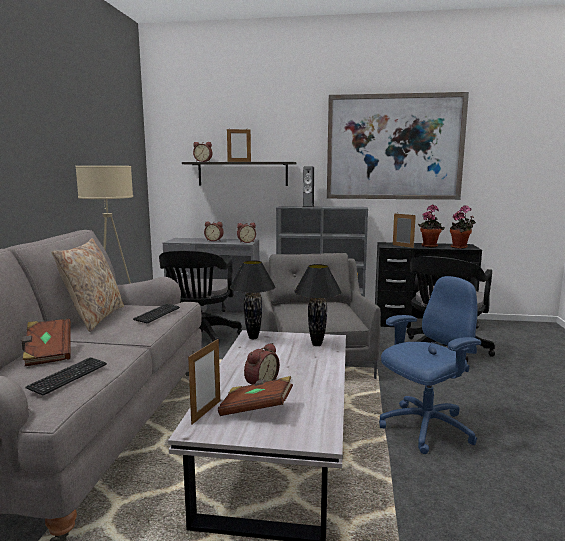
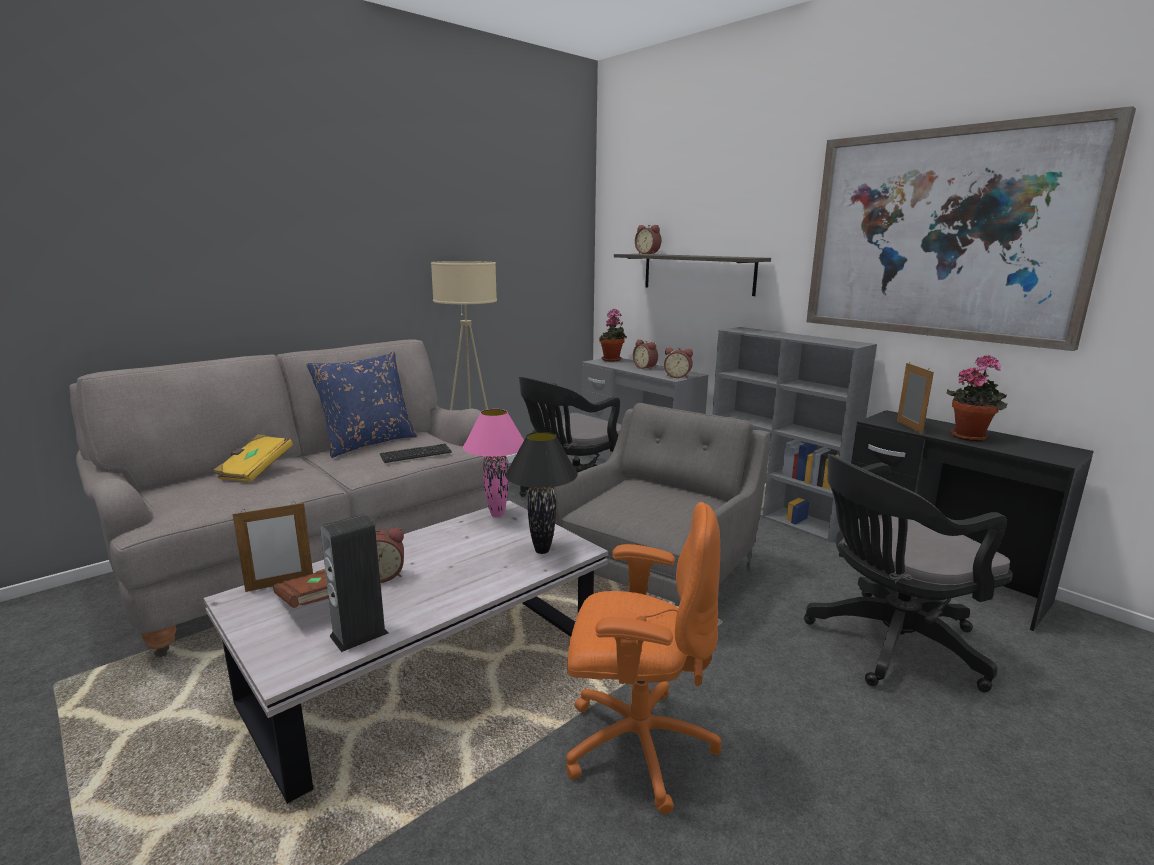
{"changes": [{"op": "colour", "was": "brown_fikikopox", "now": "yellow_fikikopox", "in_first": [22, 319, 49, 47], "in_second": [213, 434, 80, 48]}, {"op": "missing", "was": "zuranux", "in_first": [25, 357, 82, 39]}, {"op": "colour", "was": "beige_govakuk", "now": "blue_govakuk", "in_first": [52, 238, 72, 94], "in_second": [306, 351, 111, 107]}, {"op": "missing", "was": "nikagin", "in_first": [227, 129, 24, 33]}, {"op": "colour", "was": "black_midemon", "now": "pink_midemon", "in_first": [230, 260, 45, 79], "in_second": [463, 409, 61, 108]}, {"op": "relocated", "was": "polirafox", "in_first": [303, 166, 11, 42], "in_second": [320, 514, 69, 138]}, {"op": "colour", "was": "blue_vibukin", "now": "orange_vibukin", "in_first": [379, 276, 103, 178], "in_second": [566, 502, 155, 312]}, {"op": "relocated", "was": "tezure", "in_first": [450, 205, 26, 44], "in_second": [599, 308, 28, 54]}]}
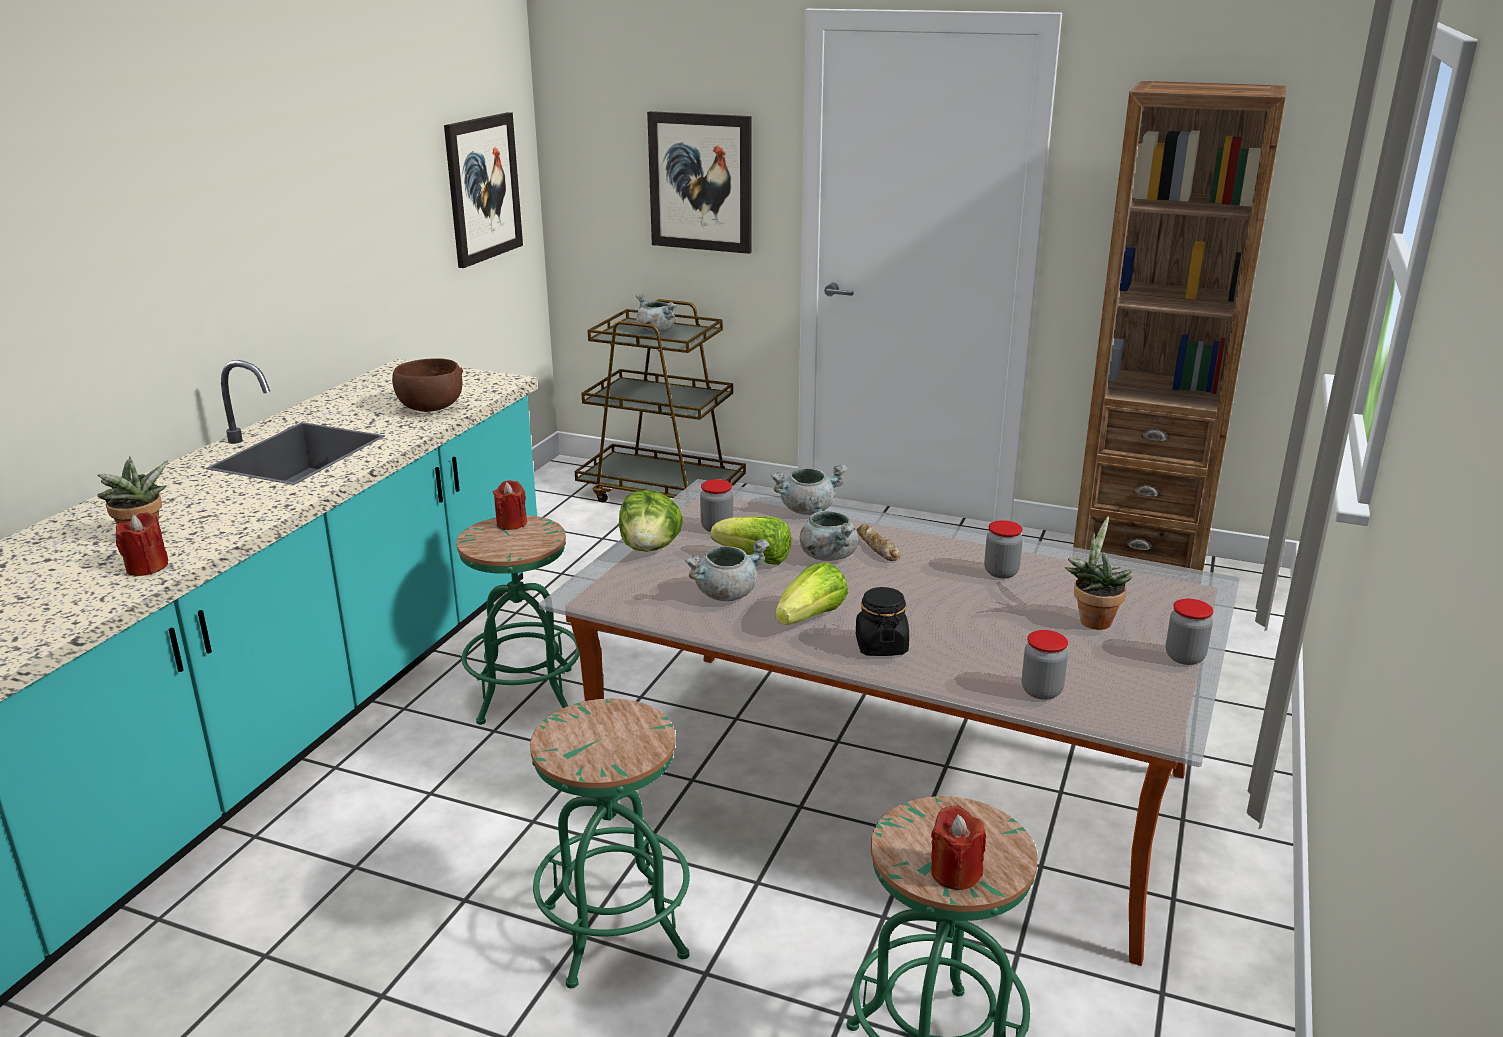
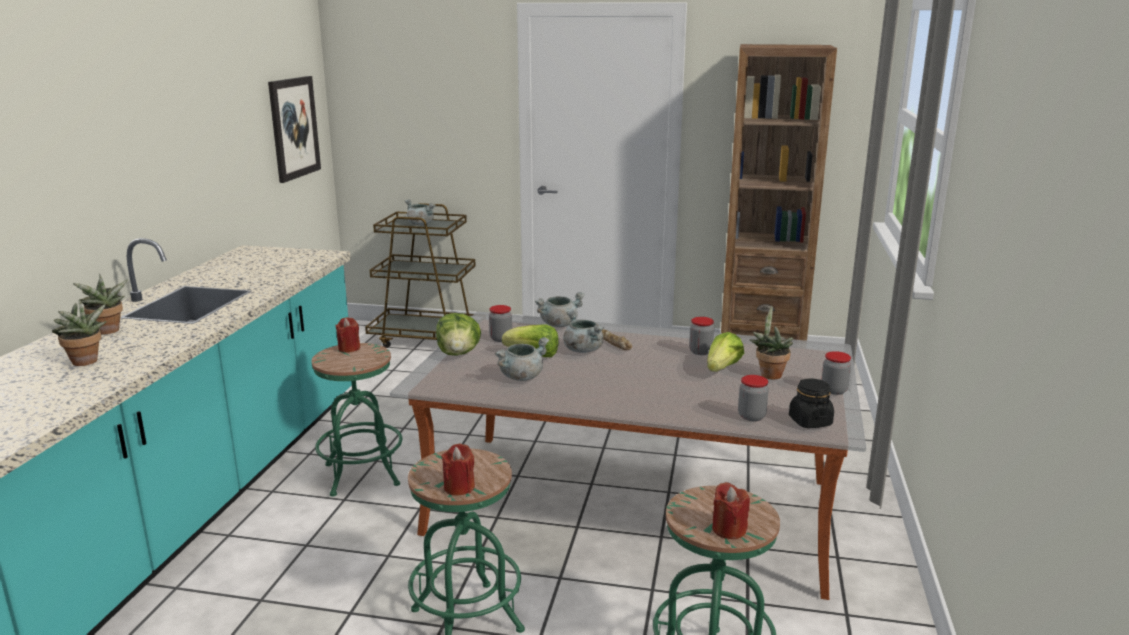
{"changes": [{"op": "relocated", "was": "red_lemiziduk", "in_first": [116, 512, 52, 64], "in_second": [441, 444, 34, 51]}, {"op": "missing", "was": "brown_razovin", "in_first": [392, 358, 71, 54]}, {"op": "missing", "was": "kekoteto", "in_first": [647, 111, 105, 143]}, {"op": "relocated", "was": "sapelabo", "in_first": [775, 562, 73, 63], "in_second": [707, 332, 37, 40]}, {"op": "relocated", "was": "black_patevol", "in_first": [856, 587, 53, 69], "in_second": [789, 378, 45, 50]}, {"op": "appeared", "now": "tezure", "in_second": [73, 274, 55, 60]}]}
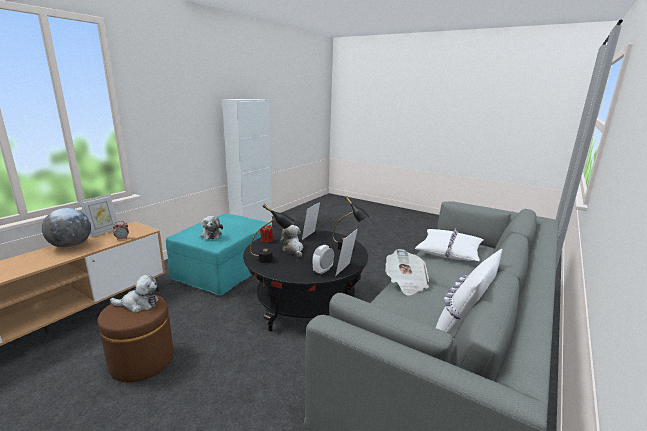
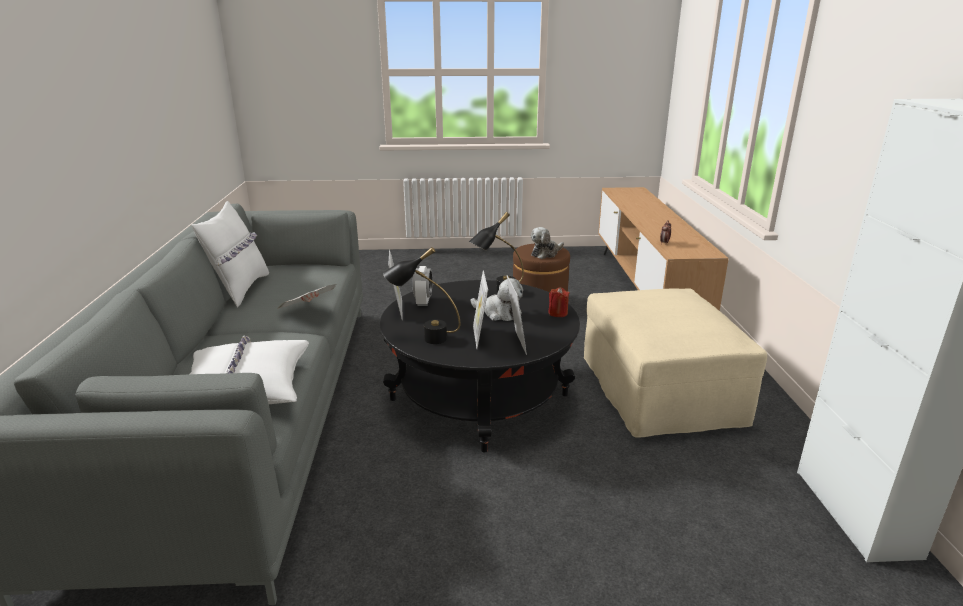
{"changes": [{"op": "missing", "was": "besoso", "in_first": [42, 208, 49, 40]}, {"op": "relocated", "was": "nikagin", "in_first": [80, 194, 39, 43], "in_second": [473, 270, 15, 79]}, {"op": "colour", "was": "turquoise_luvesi", "now": "beige_luvesi", "in_first": [166, 213, 107, 82], "in_second": [584, 288, 183, 150]}, {"op": "missing", "was": "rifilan", "in_first": [200, 216, 23, 24]}]}
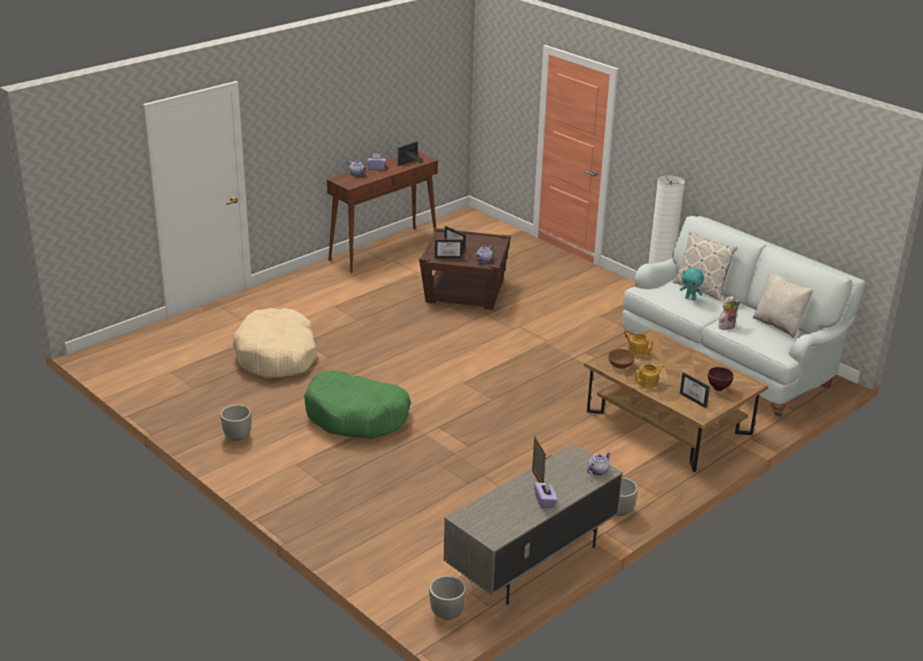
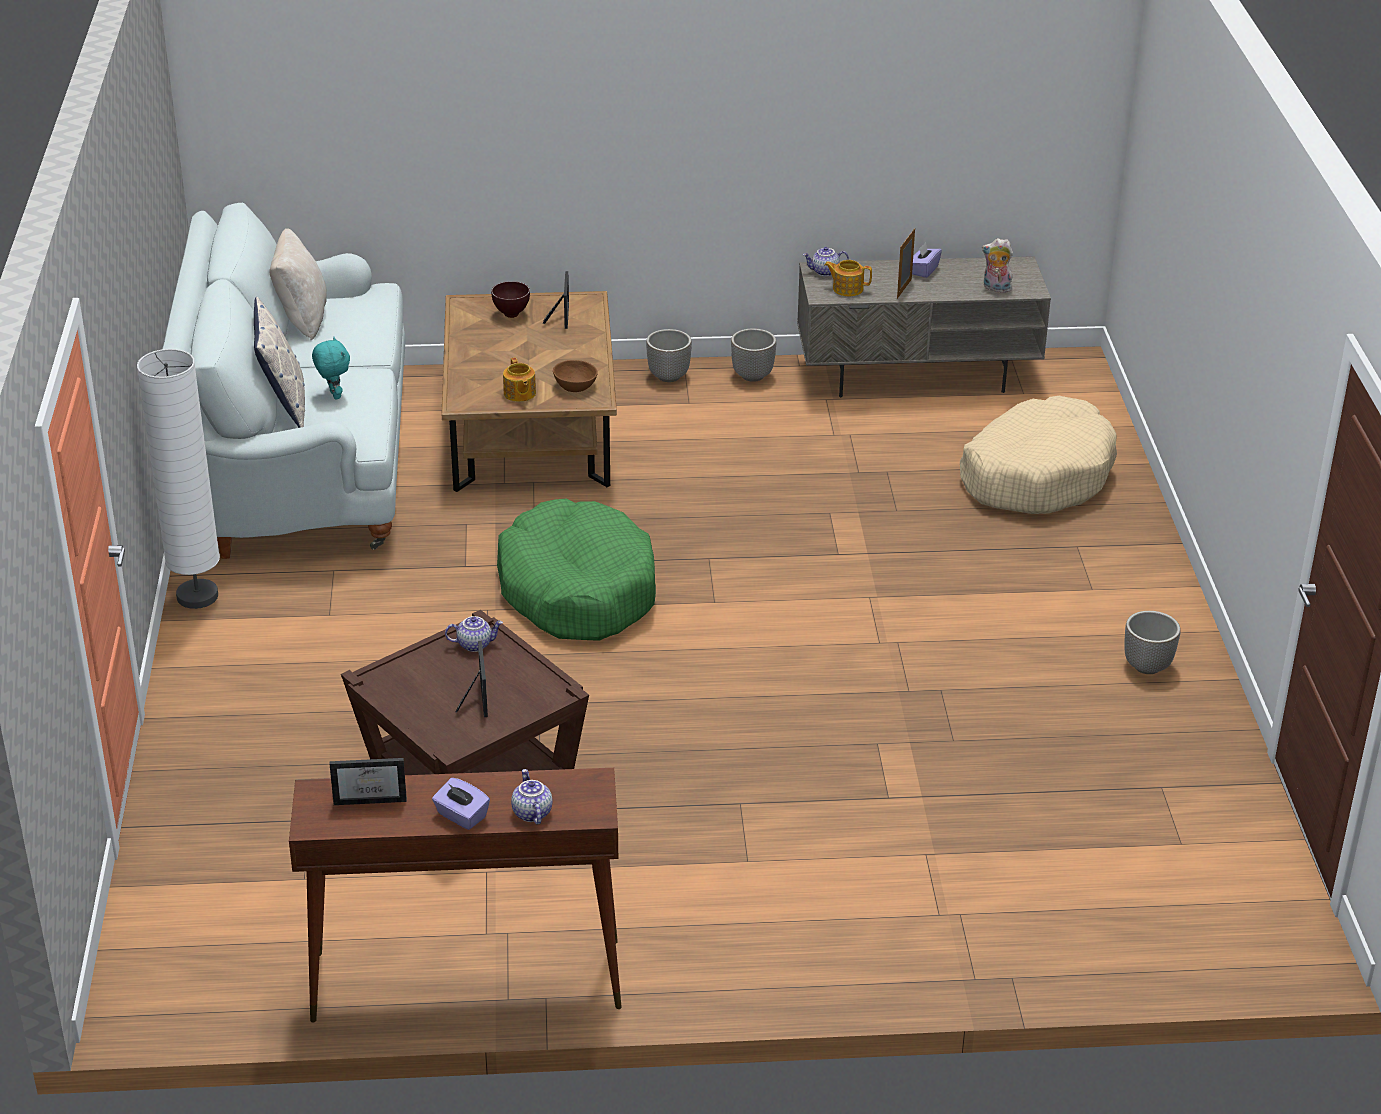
{"changes": [{"op": "relocated", "was": "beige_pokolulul", "in_first": [233, 308, 84, 70], "in_second": [960, 396, 157, 118]}, {"op": "relocated", "was": "green_pokolulul", "in_first": [304, 371, 107, 68], "in_second": [497, 499, 159, 142]}, {"op": "relocated", "was": "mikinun", "in_first": [429, 576, 37, 44], "in_second": [646, 329, 46, 53]}, {"op": "missing", "was": "nikagin", "in_first": [435, 239, 28, 20]}, {"op": "relocated", "was": "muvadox", "in_first": [635, 364, 29, 24], "in_second": [824, 260, 48, 36]}, {"op": "relocated", "was": "rifilan", "in_first": [719, 296, 22, 34], "in_second": [982, 238, 32, 55]}]}
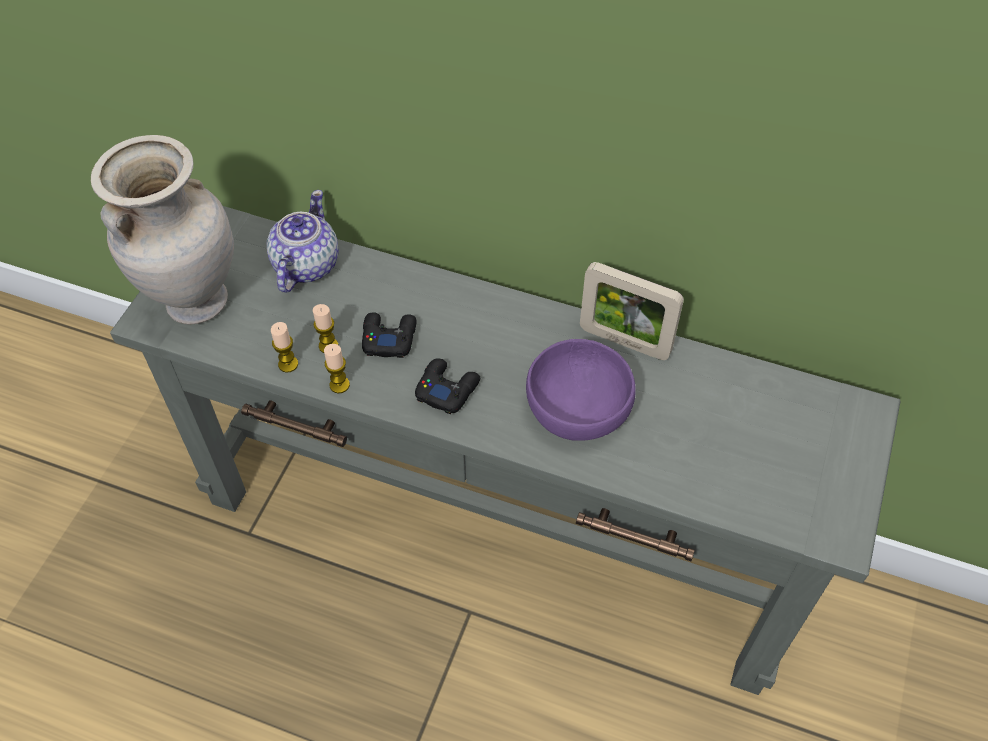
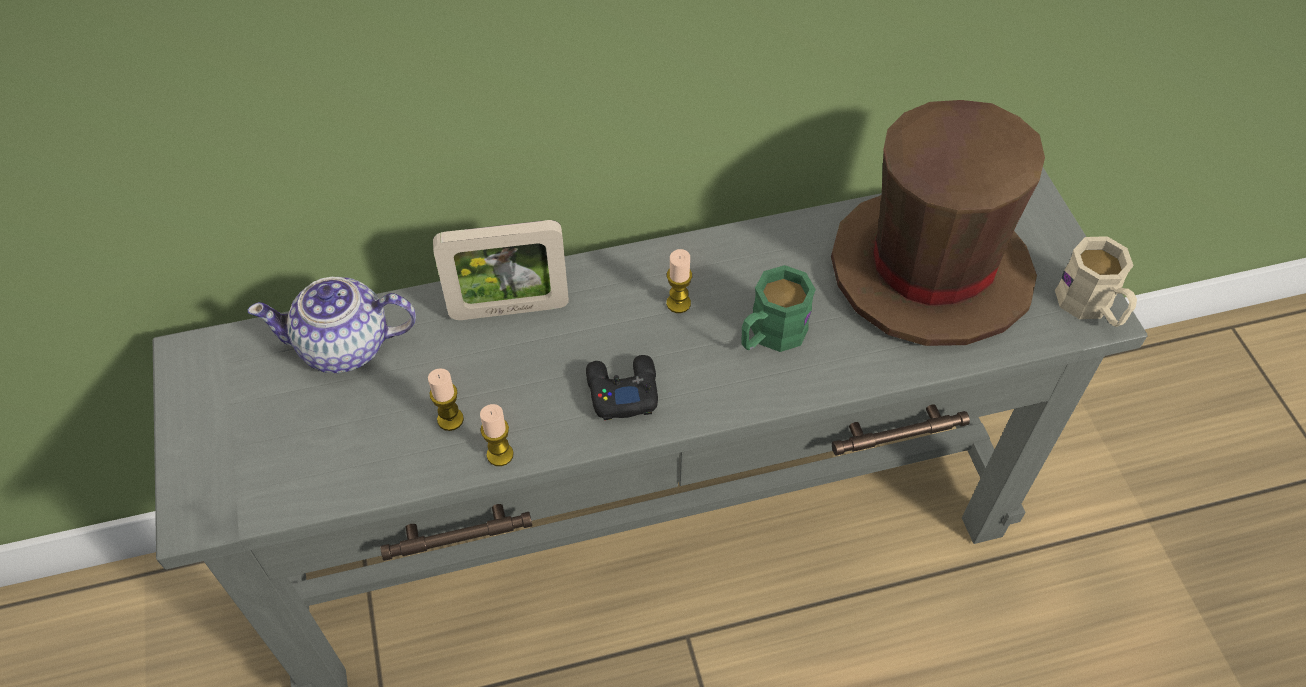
{"changes": [{"op": "missing", "was": "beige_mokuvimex", "in_first": [91, 135, 143, 190]}, {"op": "spun", "was": "muvadox", "in_first": [267, 190, 72, 103], "in_second": [248, 277, 168, 96], "clockwise": -75}, {"op": "relocated", "was": "lemiziduk", "in_first": [271, 322, 27, 51], "in_second": [667, 249, 25, 64]}, {"op": "missing", "was": "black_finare", "in_first": [362, 312, 54, 46]}, {"op": "exchanged", "was": "purple_razovin", "now": "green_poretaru", "in_first": [526, 339, 110, 102], "in_second": [741, 265, 75, 87]}, {"op": "relocated", "was": "nikagin", "in_first": [580, 262, 104, 98], "in_second": [433, 220, 136, 100]}, {"op": "appeared", "now": "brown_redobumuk", "in_second": [831, 100, 214, 246]}, {"op": "appeared", "now": "beige_poretaru", "in_second": [1055, 236, 82, 91]}]}
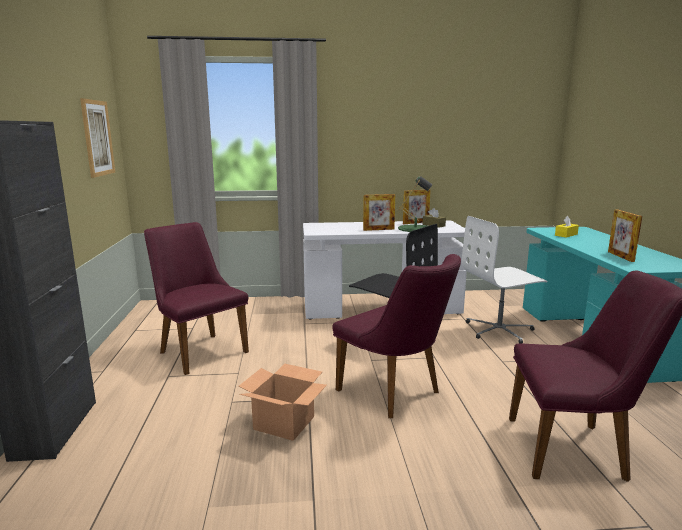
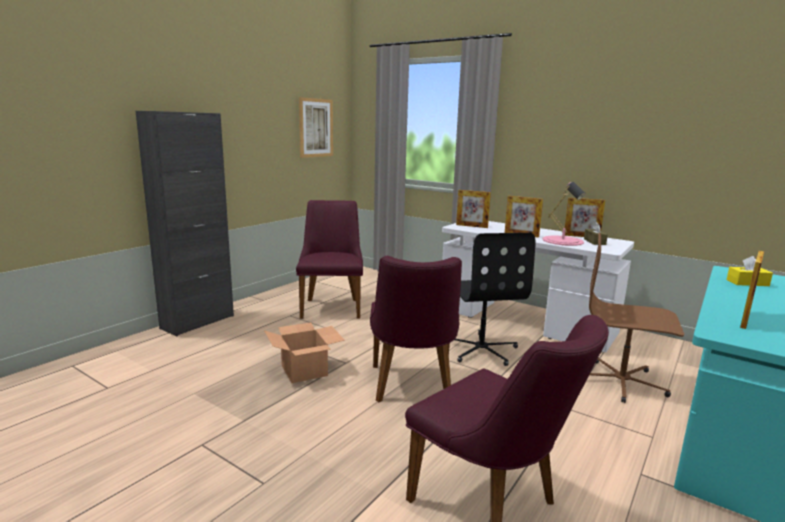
{"changes": [{"op": "colour", "was": "green_midemon", "now": "pink_midemon", "in_first": [398, 176, 35, 56], "in_second": [543, 182, 42, 64]}, {"op": "colour", "was": "white_vibukin", "now": "brown_vibukin", "in_first": [462, 216, 85, 127], "in_second": [589, 233, 95, 170]}, {"op": "appeared", "now": "nikagin", "in_second": [456, 190, 35, 38]}]}
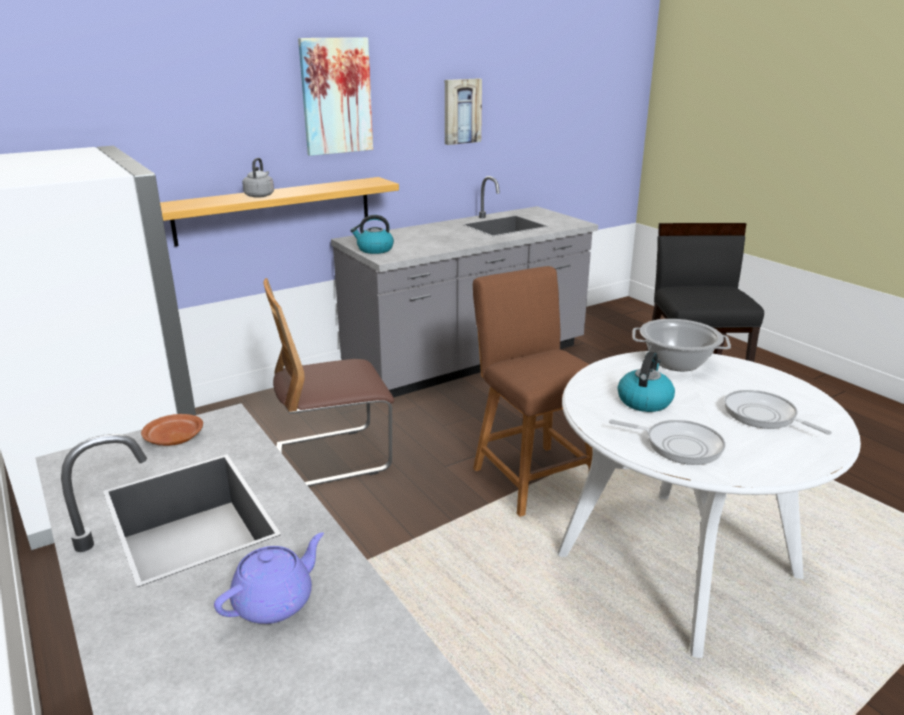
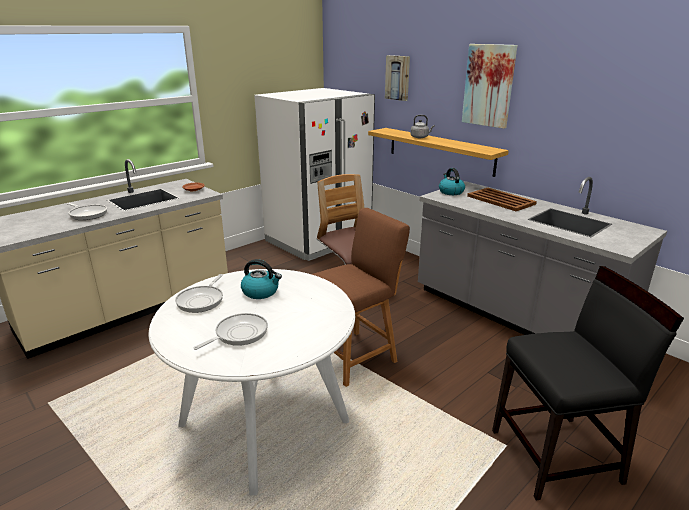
{"changes": [{"op": "exchanged", "was": "purple_muvadox", "now": "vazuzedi", "in_first": [214, 532, 110, 92], "in_second": [66, 203, 41, 17]}, {"op": "relocated", "was": "kekoteto", "in_first": [445, 78, 37, 67], "in_second": [385, 55, 25, 46]}, {"op": "missing", "was": "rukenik", "in_first": [632, 319, 99, 52]}, {"op": "appeared", "now": "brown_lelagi", "in_second": [467, 188, 70, 23]}]}
